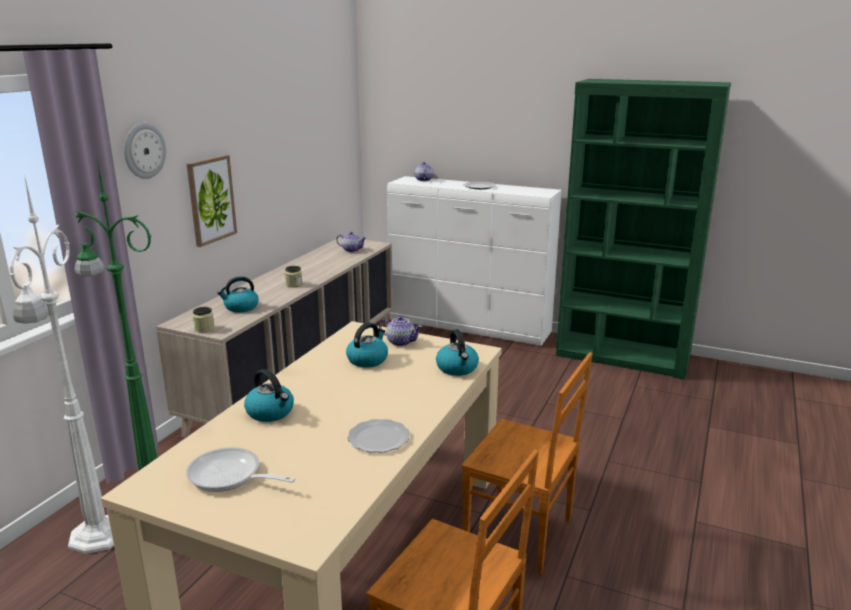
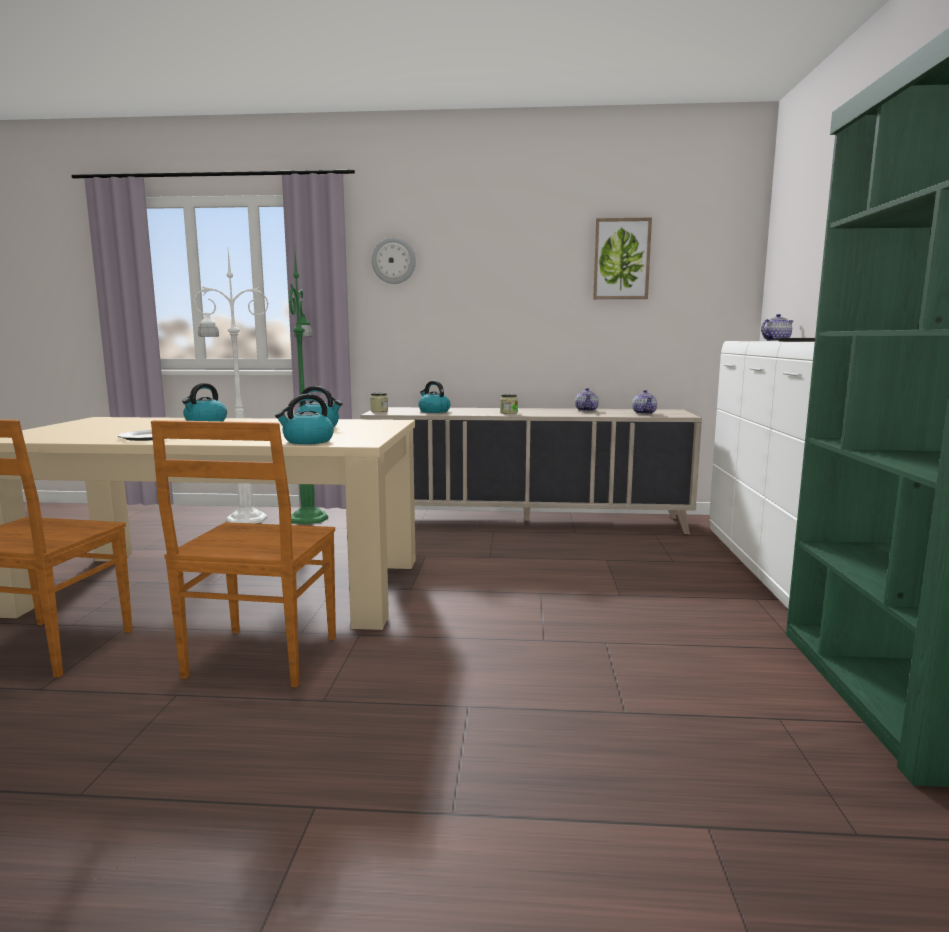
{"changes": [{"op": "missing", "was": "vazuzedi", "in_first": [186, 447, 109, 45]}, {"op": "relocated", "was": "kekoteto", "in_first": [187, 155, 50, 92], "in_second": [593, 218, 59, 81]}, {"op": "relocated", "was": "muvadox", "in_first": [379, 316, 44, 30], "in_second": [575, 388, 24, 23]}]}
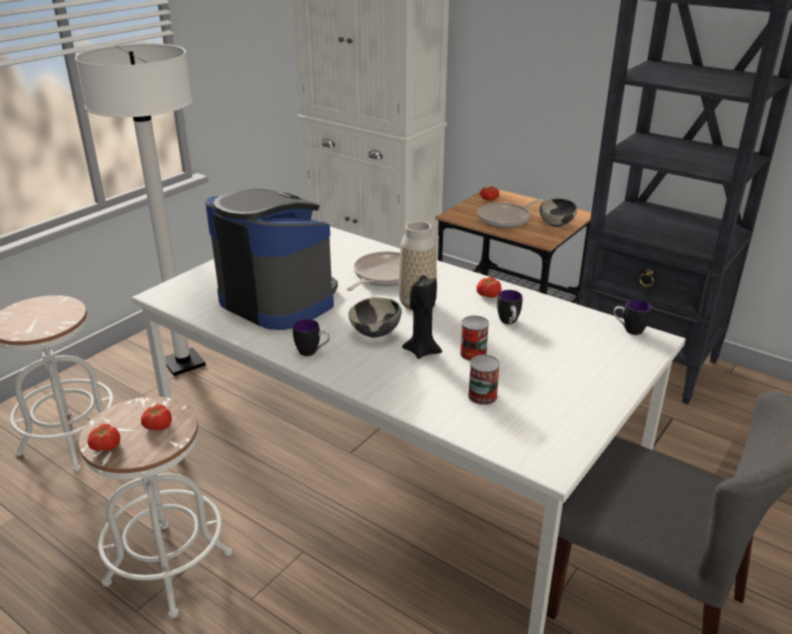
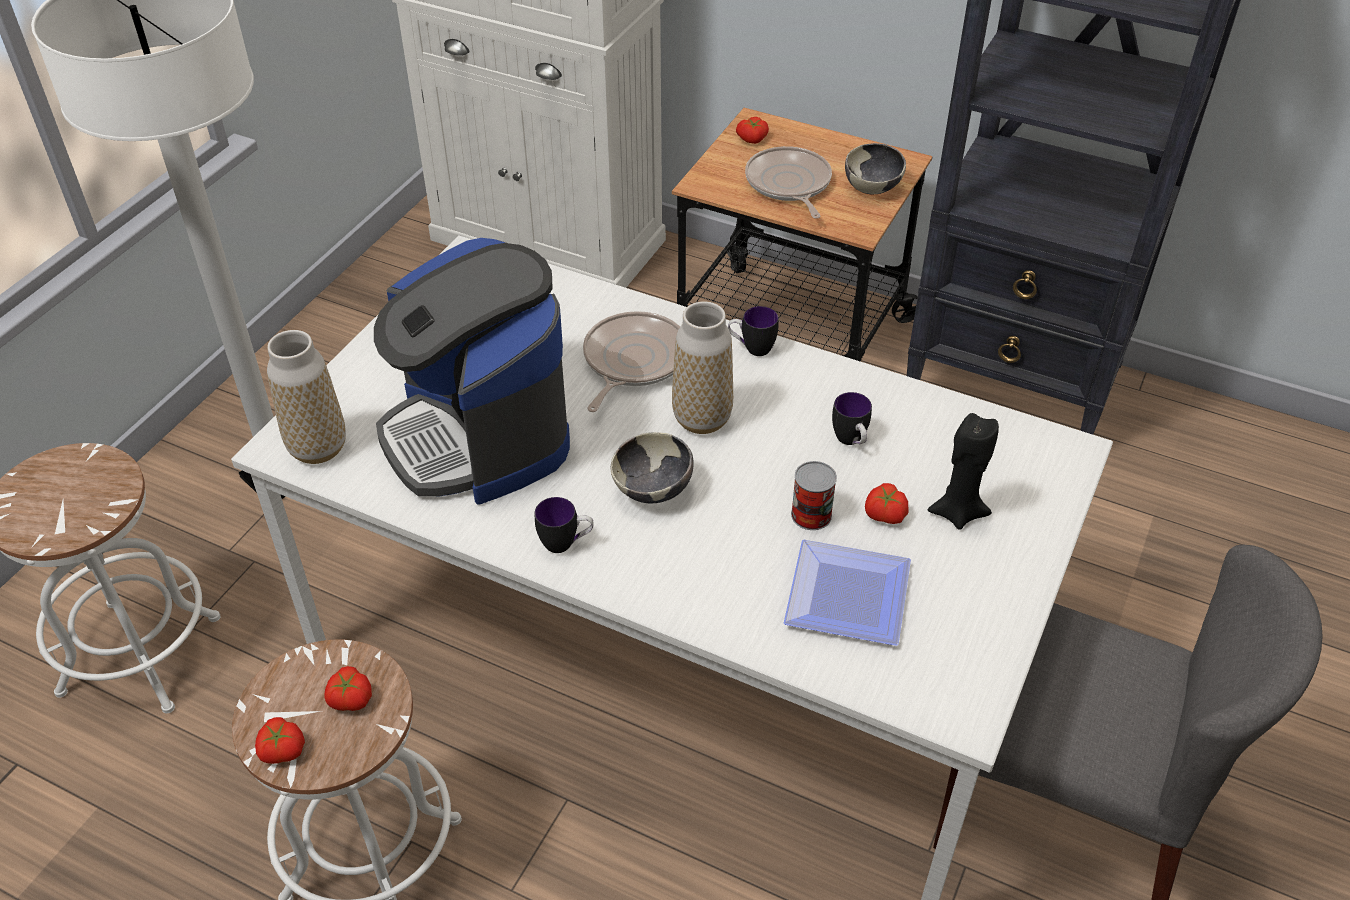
{"changes": [{"op": "spun", "was": "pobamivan", "in_first": [205, 189, 133, 141], "in_second": [374, 238, 196, 266], "clockwise": -150}, {"op": "relocated", "was": "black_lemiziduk", "in_first": [402, 275, 40, 84], "in_second": [928, 413, 71, 117]}, {"op": "exchanged", "was": "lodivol", "now": "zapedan", "in_first": [468, 355, 32, 50], "in_second": [784, 540, 127, 106]}, {"op": "relocated", "was": "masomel", "in_first": [476, 277, 25, 21], "in_second": [865, 483, 44, 41]}, {"op": "spun", "was": "vazuzedi", "in_first": [477, 199, 66, 29], "in_second": [745, 146, 87, 73], "clockwise": 120}, {"op": "relocated", "was": "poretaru", "in_first": [614, 300, 38, 35], "in_second": [728, 306, 51, 50]}, {"op": "appeared", "now": "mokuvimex", "in_second": [267, 330, 79, 134]}]}
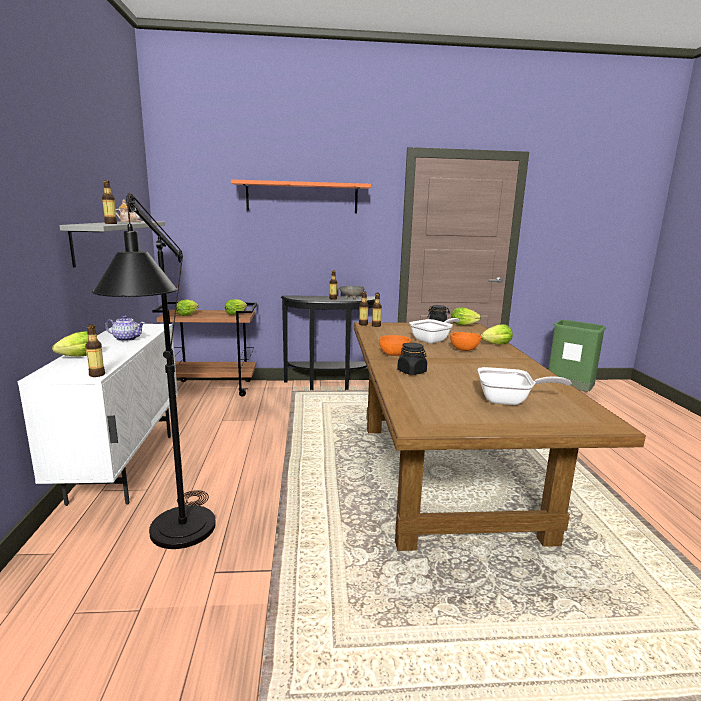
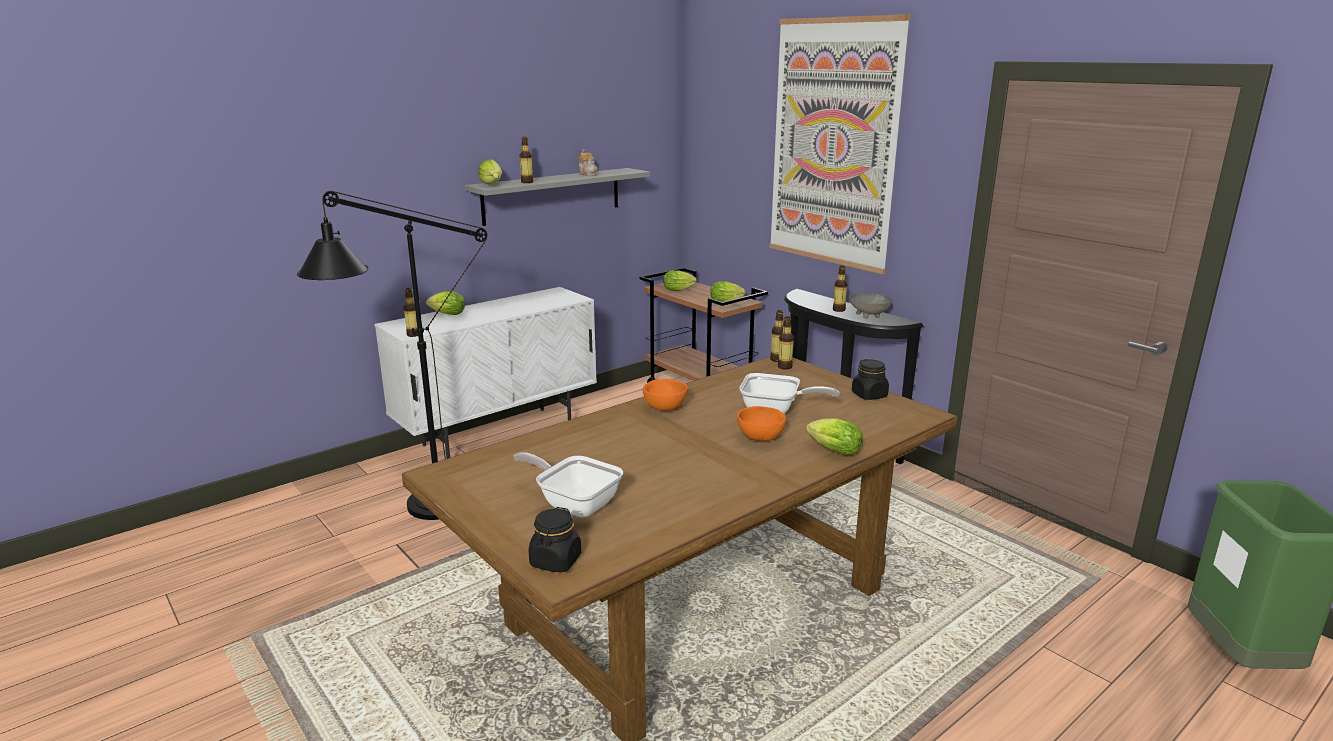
{"changes": [{"op": "missing", "was": "muvadox", "in_first": [105, 316, 40, 25]}, {"op": "exchanged", "was": "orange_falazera", "now": "kekoteto", "in_first": [231, 179, 140, 34], "in_second": [769, 14, 142, 260]}, {"op": "relocated", "was": "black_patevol", "in_first": [397, 343, 30, 32], "in_second": [529, 507, 52, 66]}, {"op": "relocated", "was": "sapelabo", "in_first": [452, 308, 29, 17], "in_second": [479, 159, 23, 25]}, {"op": "spun", "was": "vazuzedi", "in_first": [478, 367, 93, 38], "in_second": [513, 452, 110, 66], "clockwise": 150}]}
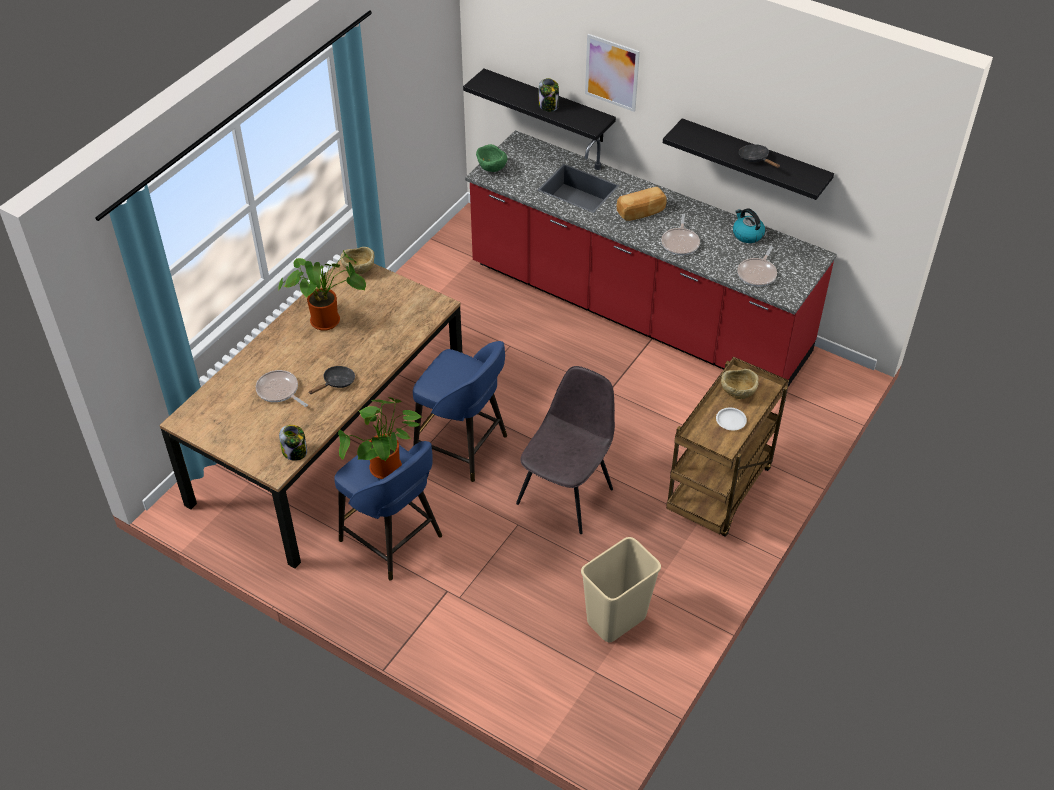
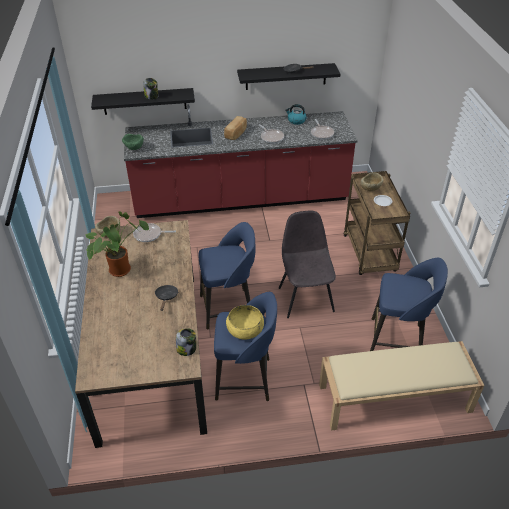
{"changes": [{"op": "relocated", "was": "vazuzedi", "in_first": [256, 370, 52, 37], "in_second": [133, 223, 43, 19]}, {"op": "exchanged", "was": "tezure", "now": "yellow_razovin", "in_first": [338, 397, 83, 82], "in_second": [226, 305, 38, 34]}, {"op": "exchanged", "was": "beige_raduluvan", "now": "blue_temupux", "in_first": [581, 537, 80, 105], "in_second": [370, 258, 78, 93]}, {"op": "missing", "was": "kekoteto", "in_first": [585, 34, 55, 78]}, {"op": "appeared", "now": "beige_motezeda", "in_second": [319, 341, 166, 90]}]}
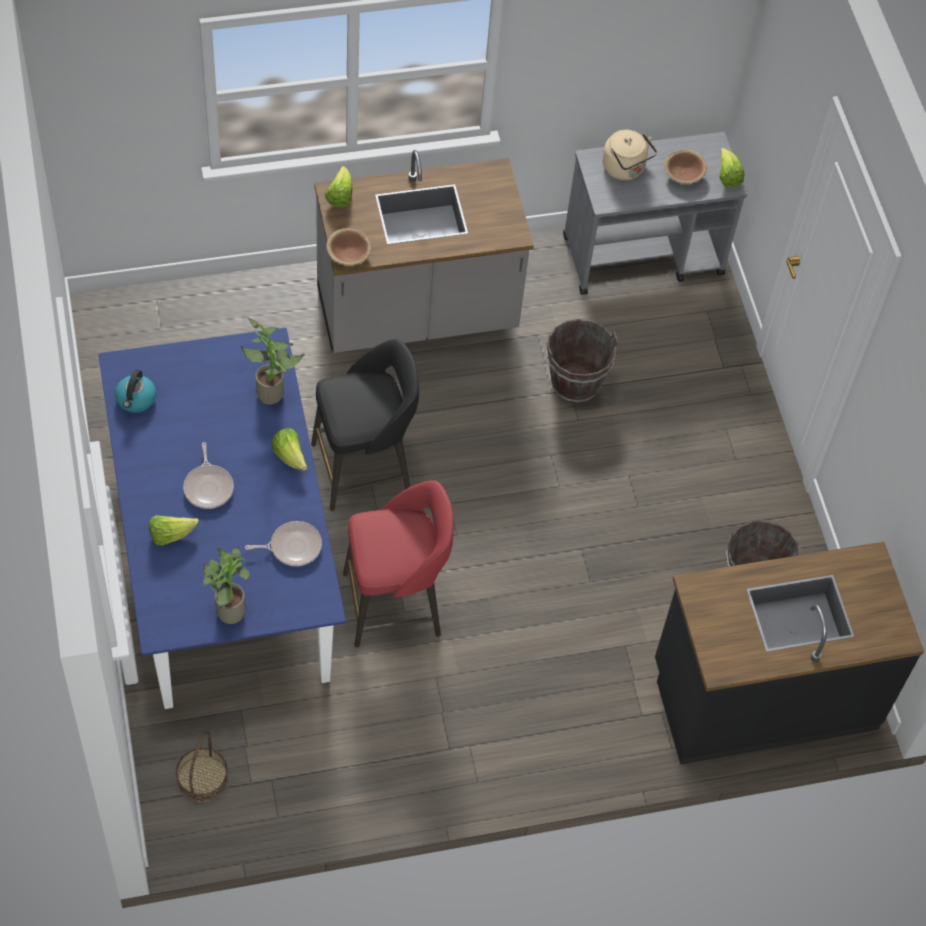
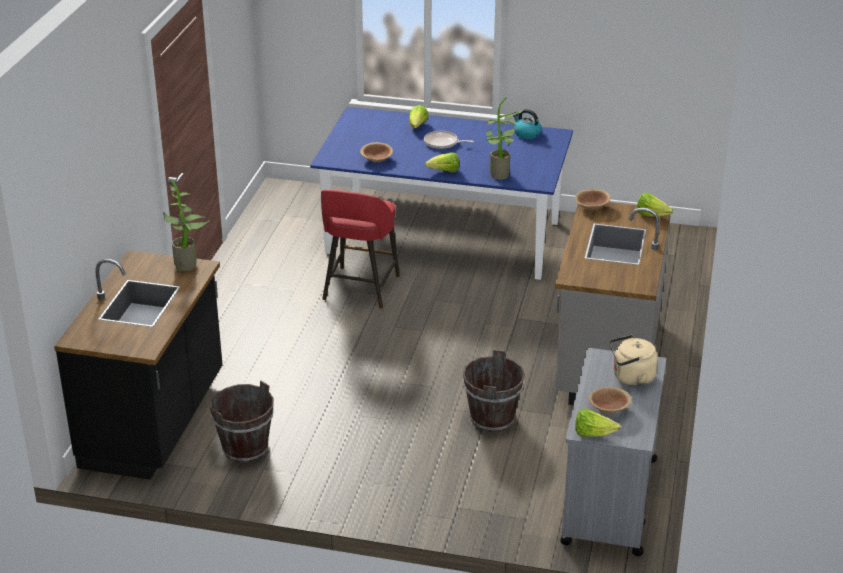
{"changes": [{"op": "missing", "was": "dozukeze", "in_first": [176, 731, 52, 71]}, {"op": "relocated", "was": "tezure", "in_first": [203, 547, 47, 77], "in_second": [163, 180, 47, 91]}, {"op": "exchanged", "was": "vazuzedi", "now": "brown_razovin", "in_first": [245, 521, 77, 45], "in_second": [360, 142, 33, 21]}, {"op": "missing", "was": "black_temupux", "in_first": [311, 339, 108, 172]}]}
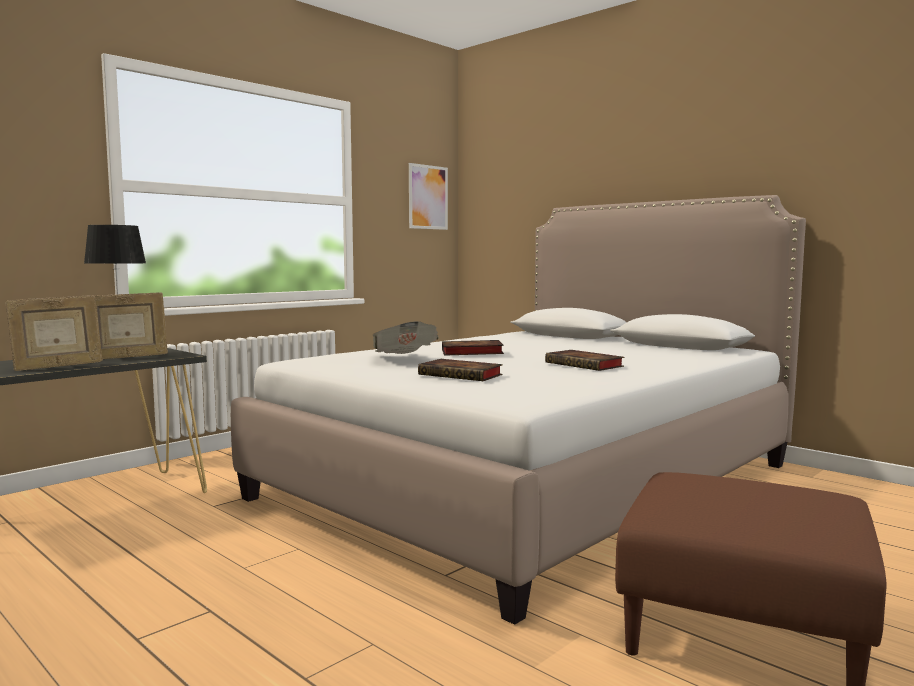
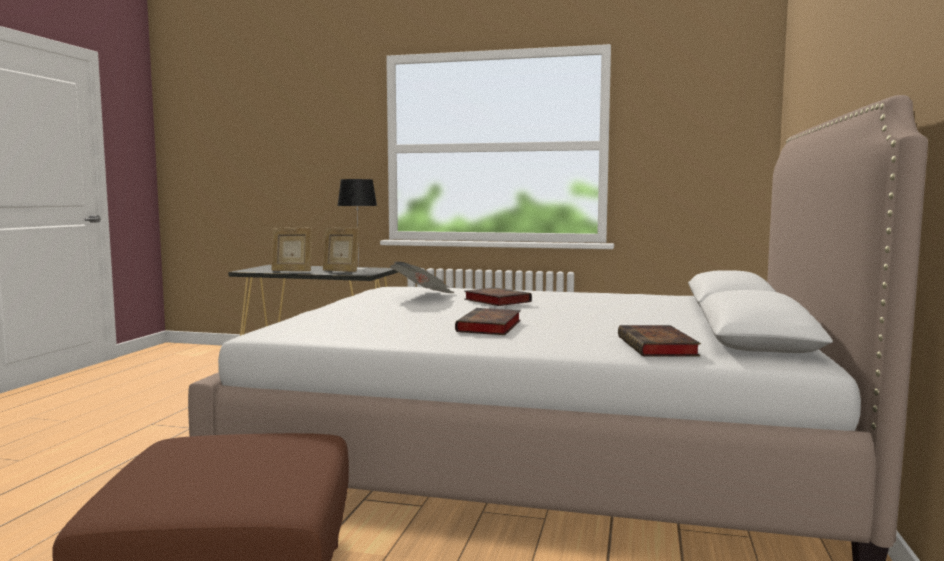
{"changes": [{"op": "missing", "was": "kekoteto", "in_first": [409, 163, 39, 67]}, {"op": "relocated", "was": "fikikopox", "in_first": [418, 359, 85, 22], "in_second": [618, 325, 83, 31]}]}
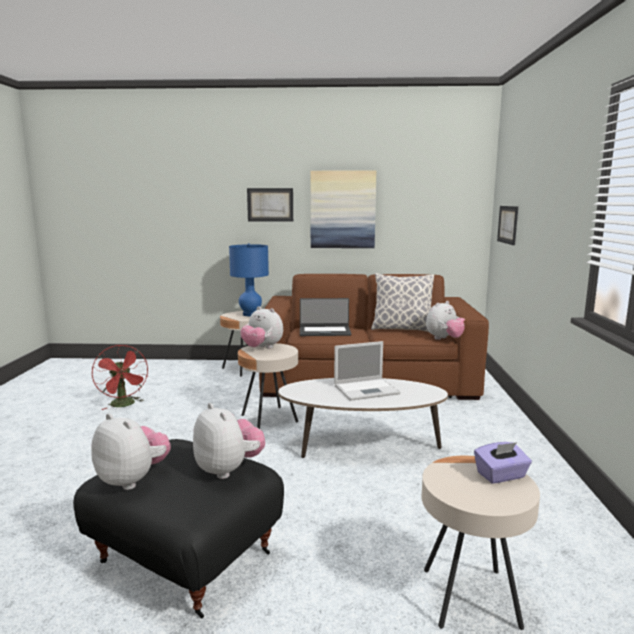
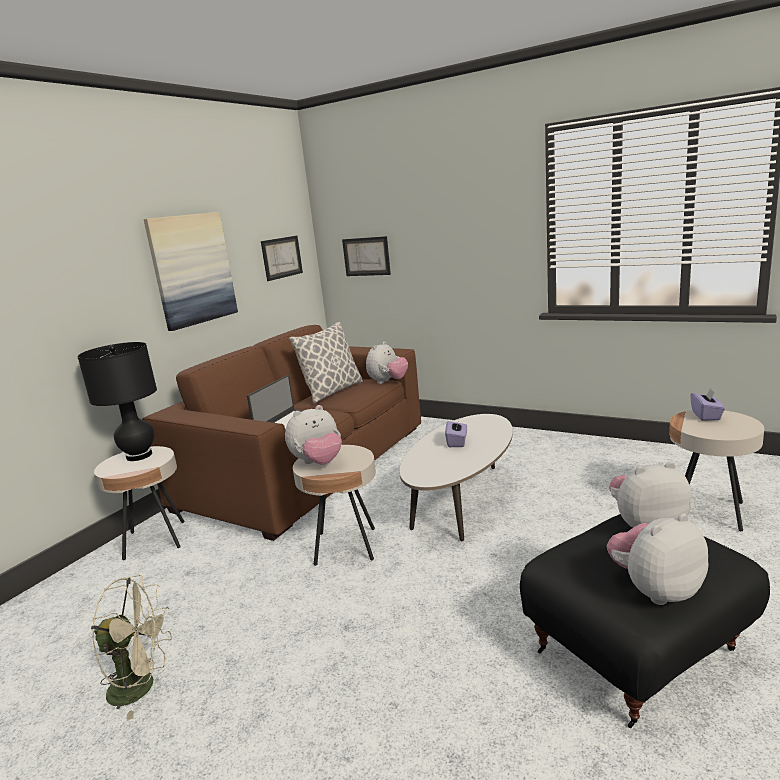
{"changes": [{"op": "colour", "was": "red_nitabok", "now": "beige_nitabok", "in_first": [92, 345, 56, 65], "in_second": [91, 575, 81, 146]}, {"op": "colour", "was": "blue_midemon", "now": "black_midemon", "in_first": [229, 243, 40, 73], "in_second": [78, 342, 79, 119]}, {"op": "relocated", "was": "kekoteto", "in_first": [247, 188, 46, 34], "in_second": [261, 236, 42, 45]}, {"op": "exchanged", "was": "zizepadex", "now": "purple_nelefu", "in_first": [334, 341, 66, 60], "in_second": [445, 420, 22, 27]}, {"op": "spun", "was": "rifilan", "in_first": [426, 301, 39, 39], "in_second": [366, 342, 42, 42], "clockwise": 45}]}
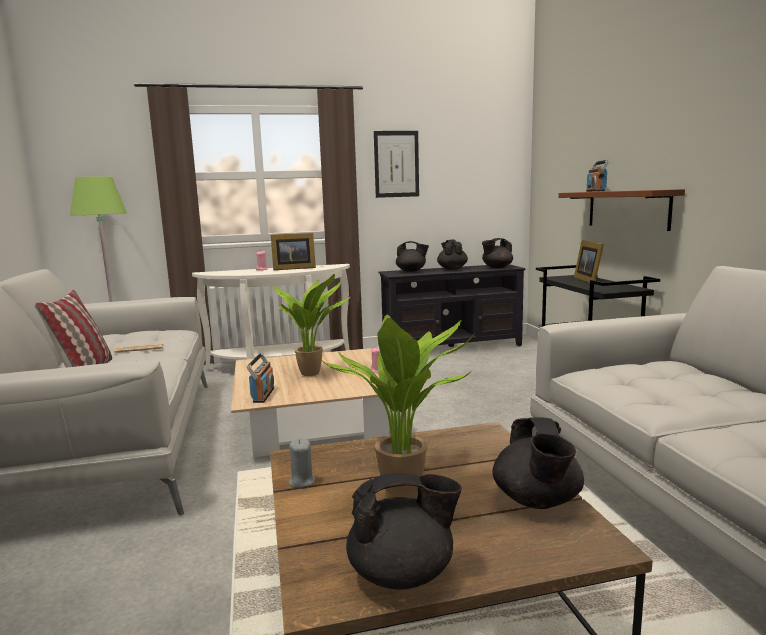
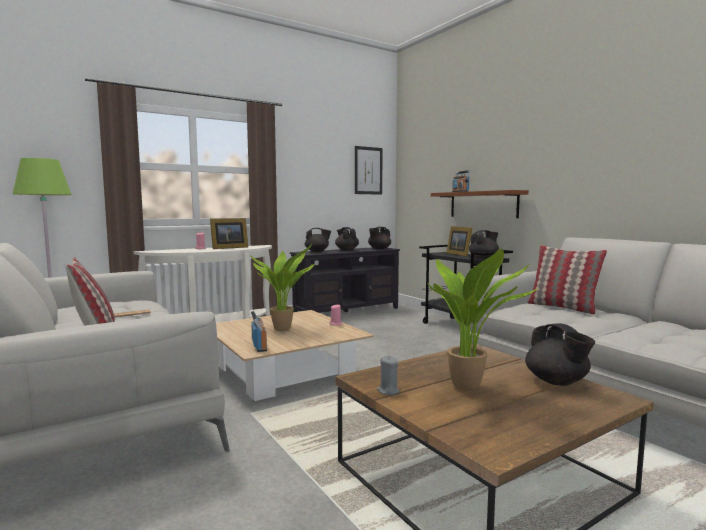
{"changes": [{"op": "relocated", "was": "black_muvadox", "in_first": [346, 472, 116, 117], "in_second": [469, 230, 30, 29]}, {"op": "relocated", "was": "kekoteto", "in_first": [374, 131, 45, 67], "in_second": [355, 146, 28, 49]}, {"op": "appeared", "now": "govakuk", "in_second": [527, 245, 80, 69]}]}
